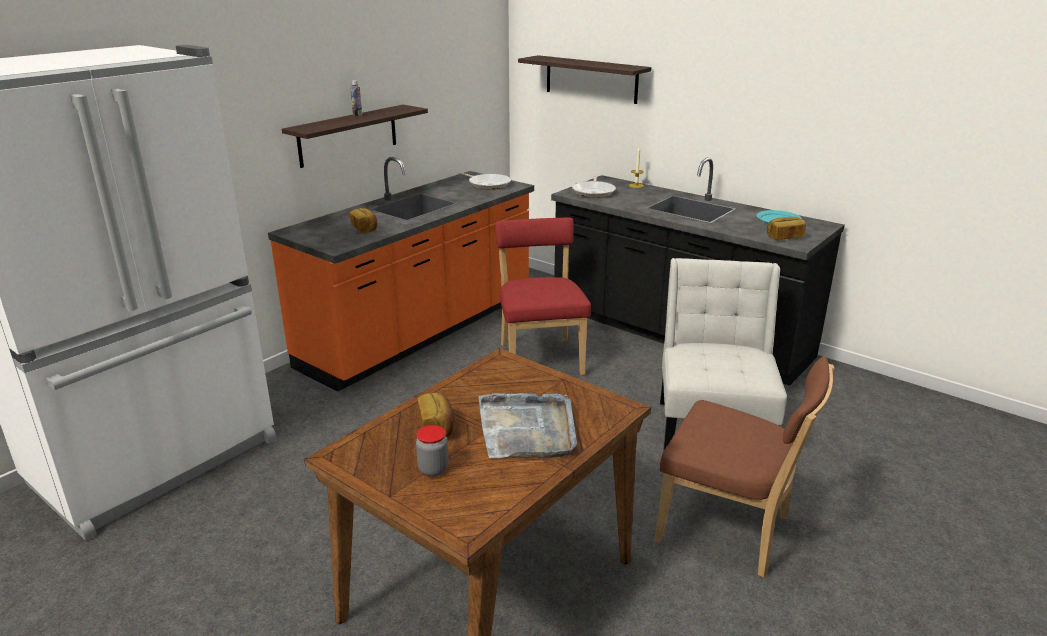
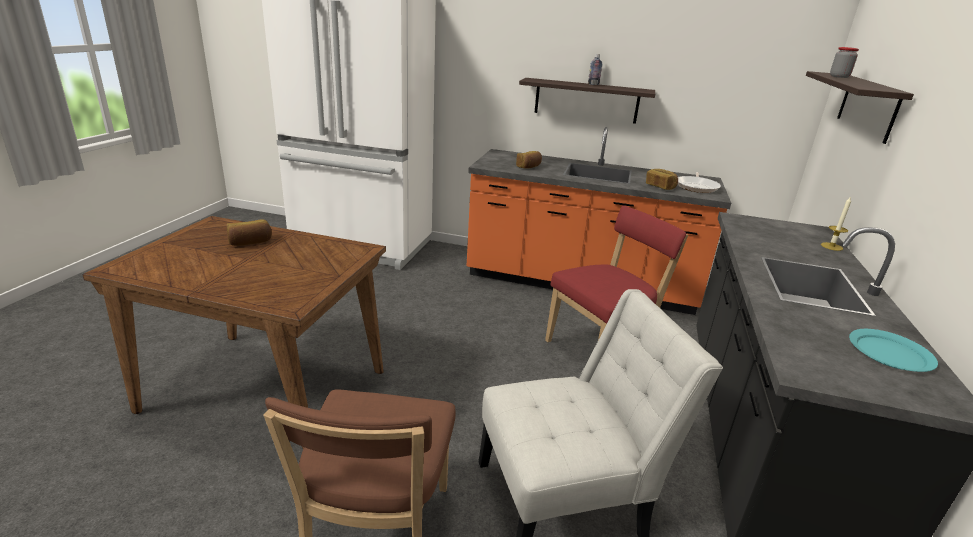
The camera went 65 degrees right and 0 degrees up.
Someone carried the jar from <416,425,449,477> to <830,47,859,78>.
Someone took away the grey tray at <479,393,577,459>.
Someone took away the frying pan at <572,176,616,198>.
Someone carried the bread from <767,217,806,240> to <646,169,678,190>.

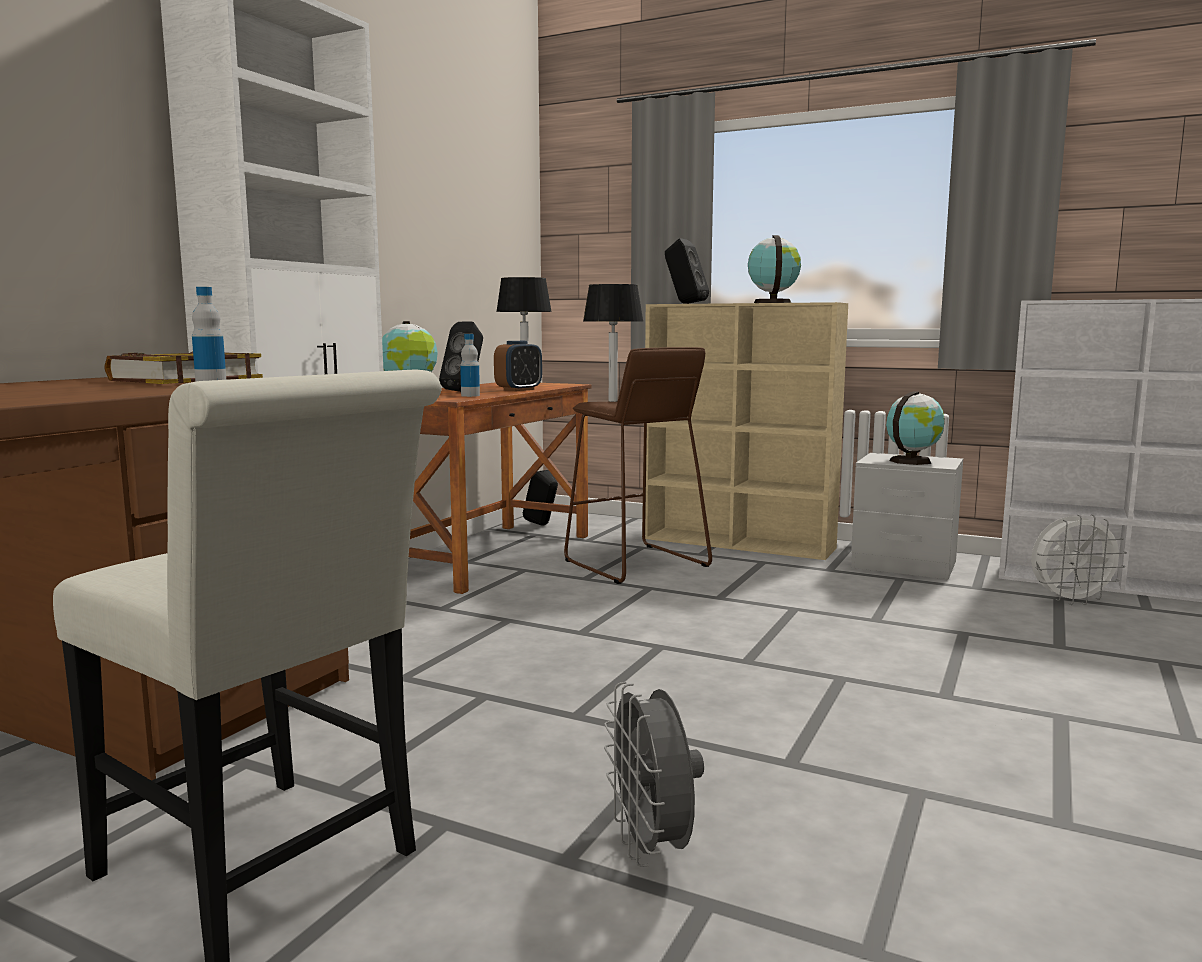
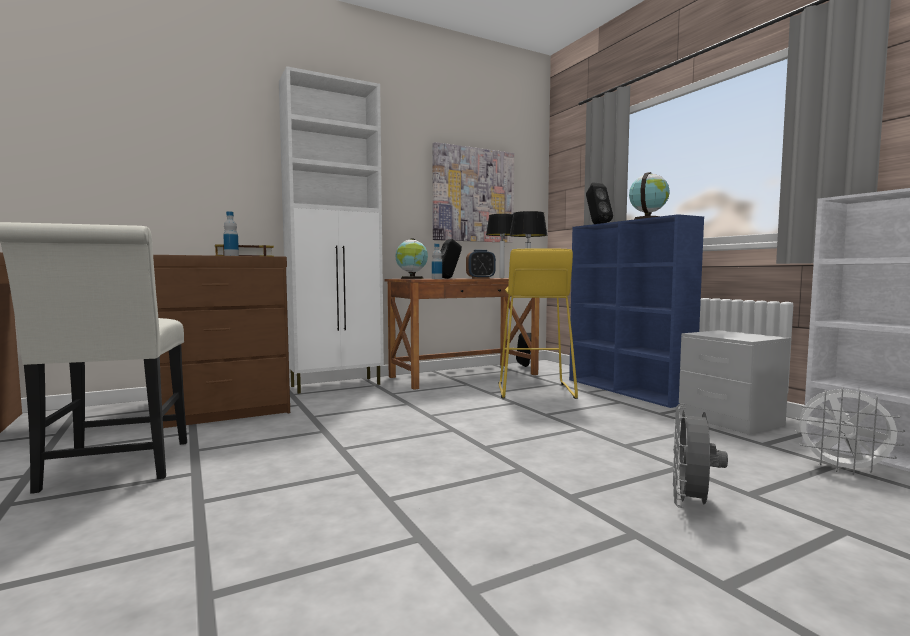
The camera went 35 degrees right and 5 degrees down.
Someone repainted the brown stool at <564,347,712,584>, which became the yellow stool at <498,248,578,399>.
Someone carried the grey fan from <604,682,704,867> to <673,403,728,508>.
Someone repainted the beige bookcase at <645,302,848,560>, which became the blue bookcase at <569,214,704,408>.
Someone took away the globe at <886,391,945,465>.
Someone put up the picture at <432,142,514,243>.

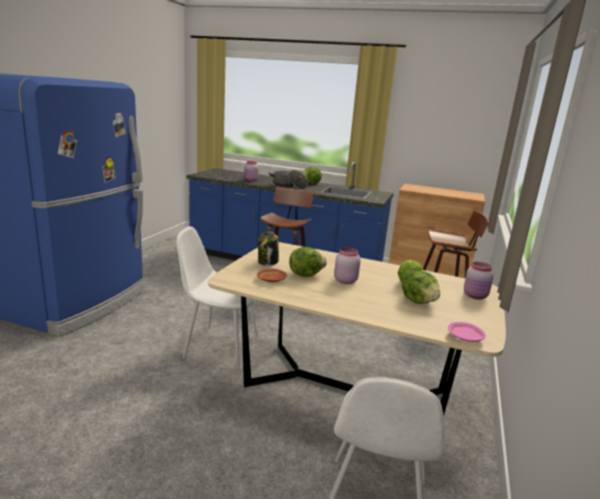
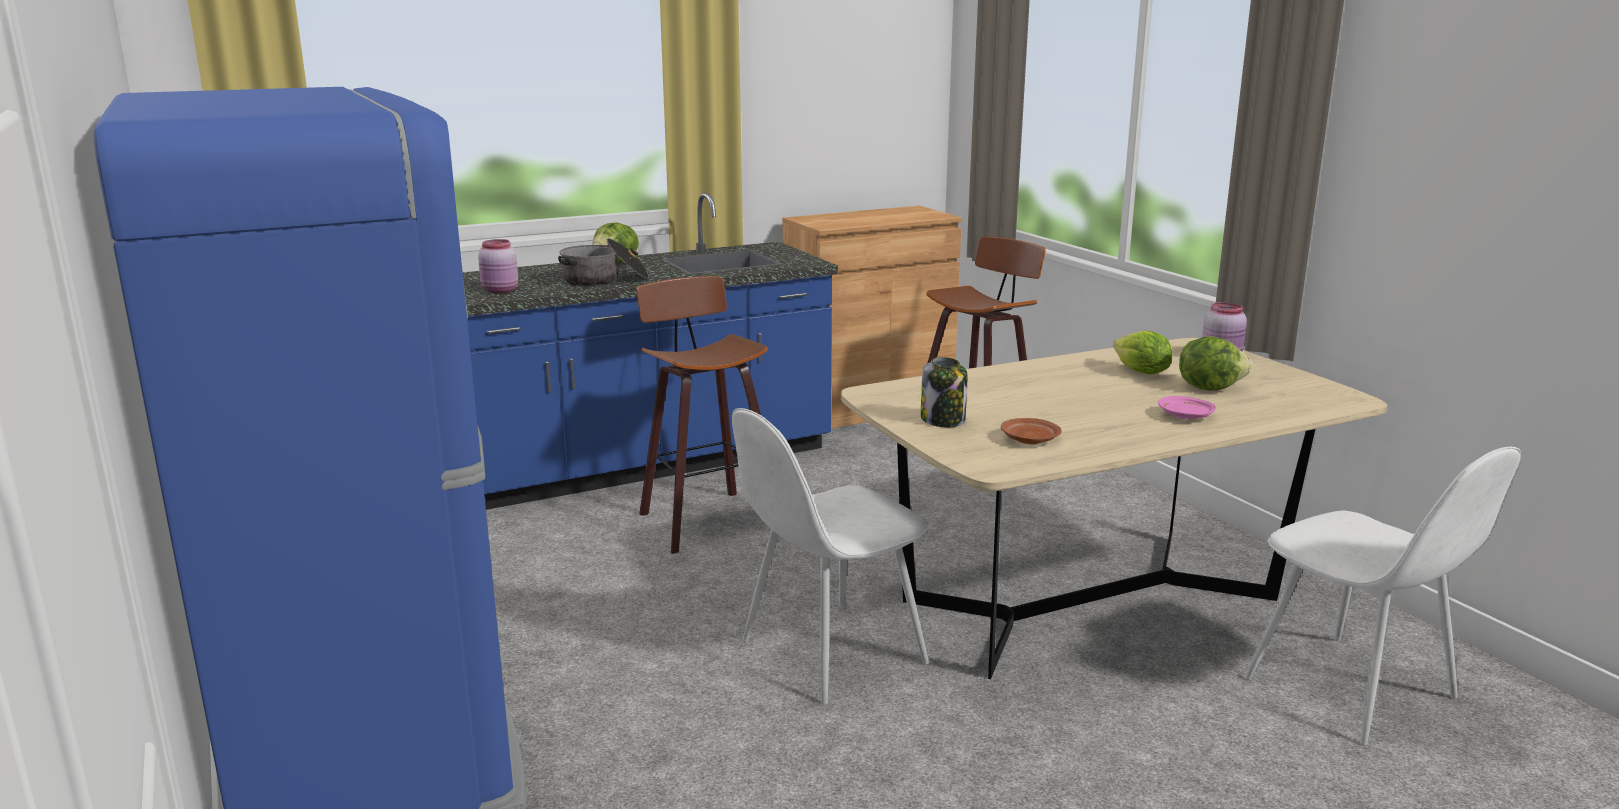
The camera went 45 degrees left and 0 degrees up.
Someone took away the lettuce at <289,247,327,277>.
Someone took away the pink jar at <334,247,361,284>.
Someone carried the pink plate from <448,322,486,342> to <1158,396,1216,419>.

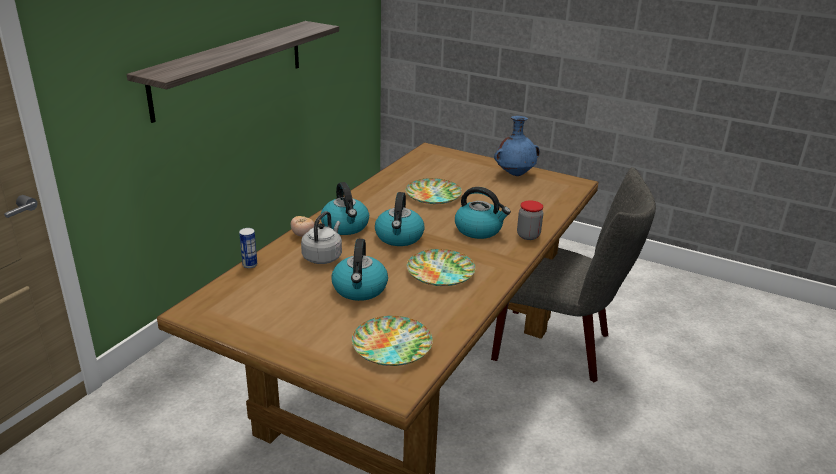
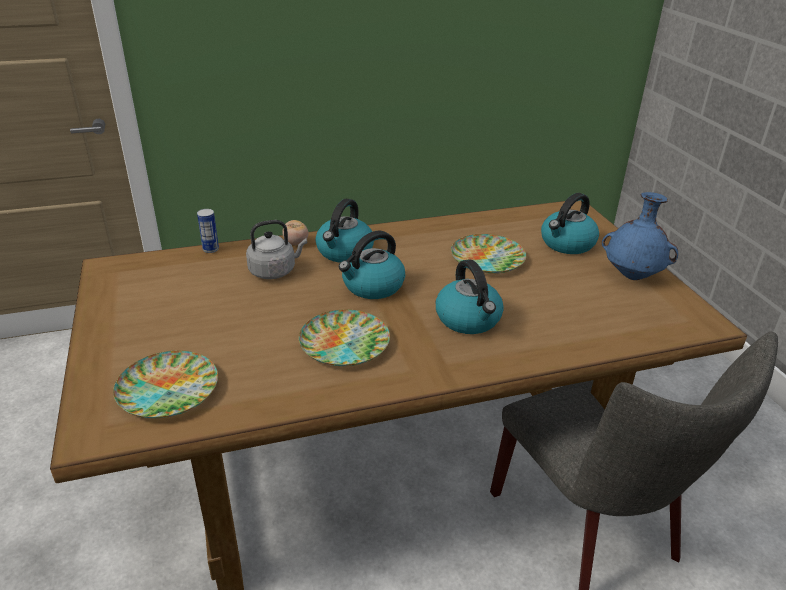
The camera went 45 degrees right and 5 degrees up.
Someone took away the shelf at <126,21,339,123>.
Someone carried the kettle from <332,239,388,301> to <541,193,599,254>.
Someone took away the jar at <517,200,543,240>.

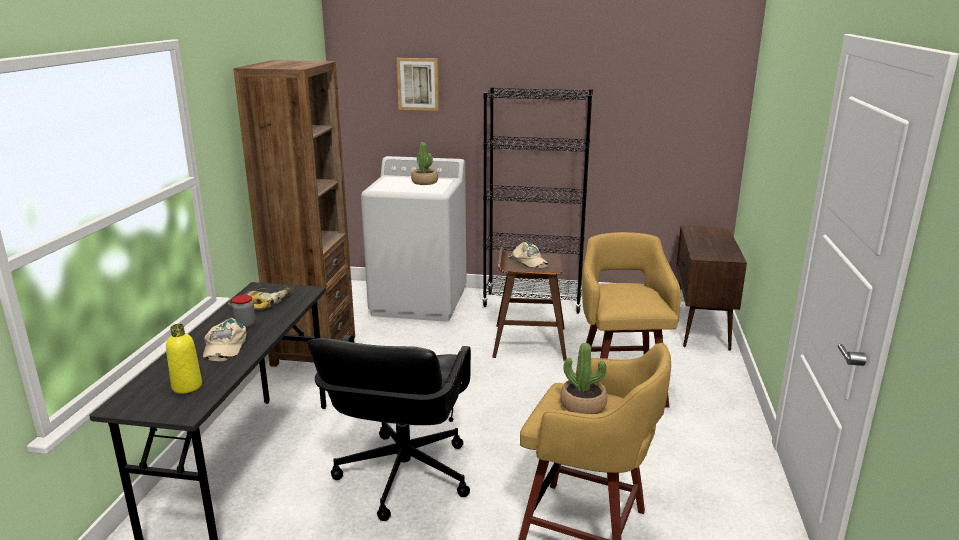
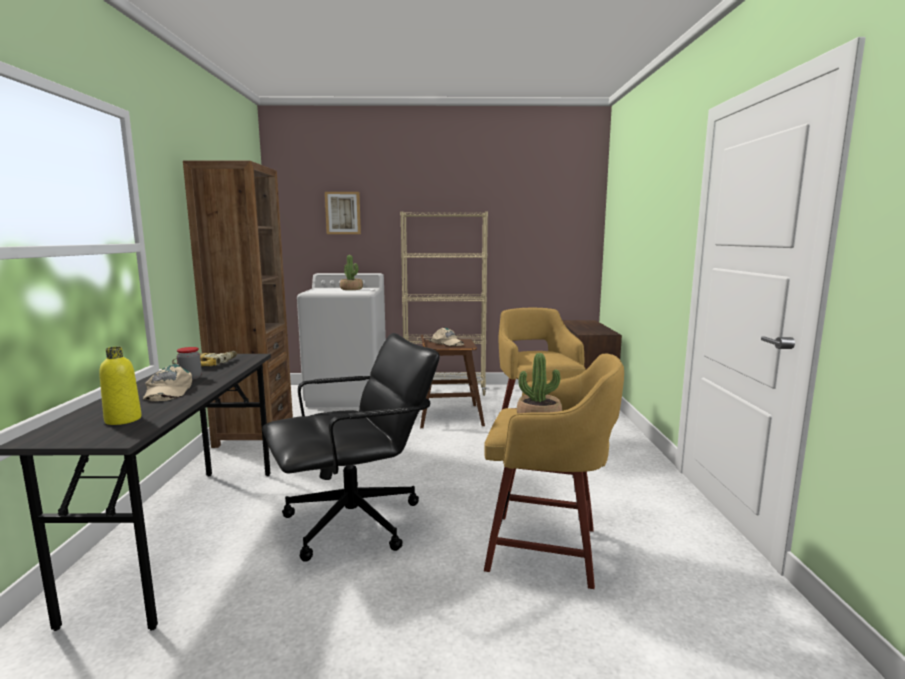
The camera went 10 degrees left and 10 degrees down.
Someone rotated the black office chair at <307,335,471,521> by 120 degrees counterclockwise.
Someone repainted the black bookcase at <482,87,593,314>, which became the beige bookcase at <400,211,488,396>.

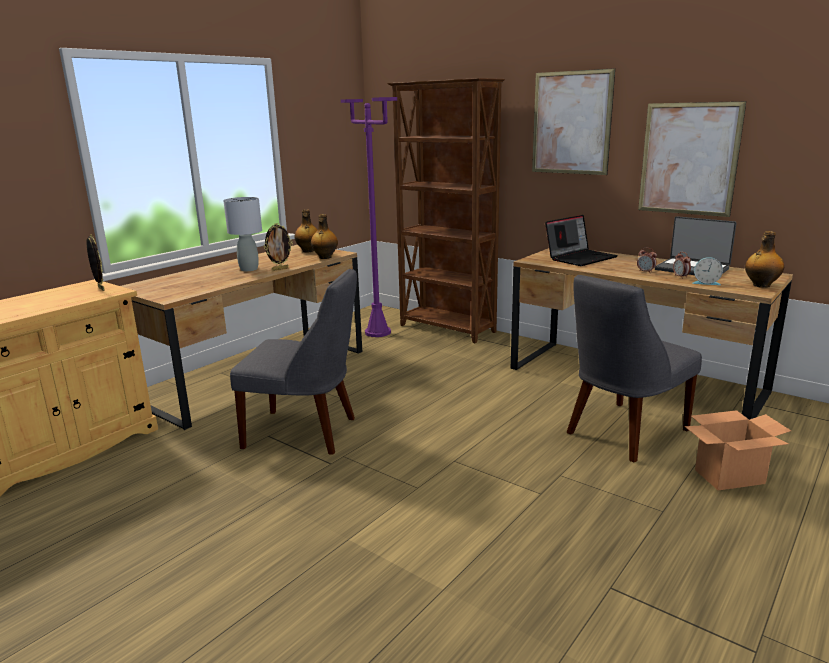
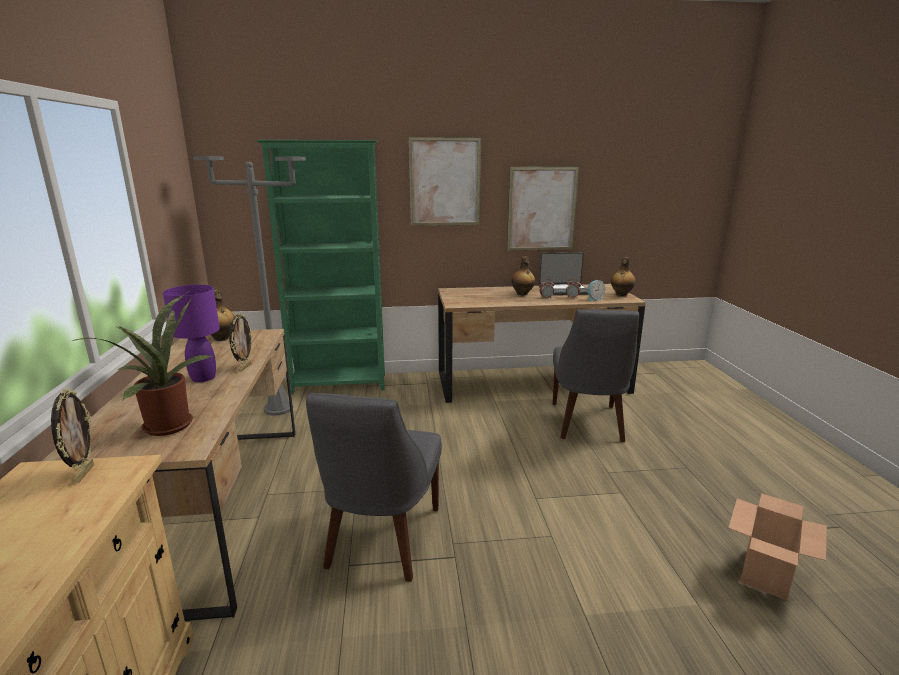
The camera went 45 degrees left and 0 degrees up.
Someone rotated the picture frame at <87,234,105,291> by 75 degrees clockwise.
Someone repainted the grey table lamp at <223,197,262,271>, which became the purple table lamp at <163,285,220,382>.
Someone rotated the grey chair at <230,269,357,455> by 135 degrees clockwise.
Someone carried the bottle from <311,214,338,259> to <511,256,535,295>.
Someone repainted the purple floor lamp at <341,97,397,337>, which became the grey floor lamp at <193,156,306,416>.
Someone repainted the brown bookcase at <388,78,505,343>, which became the green bookcase at <256,140,385,395>.
Someone took away the laptop at <545,215,618,266>.
Someone carried the cardboard box from <685,410,791,491> to <729,493,827,601>.
Someone put down the potted plant at <72,295,212,436>.

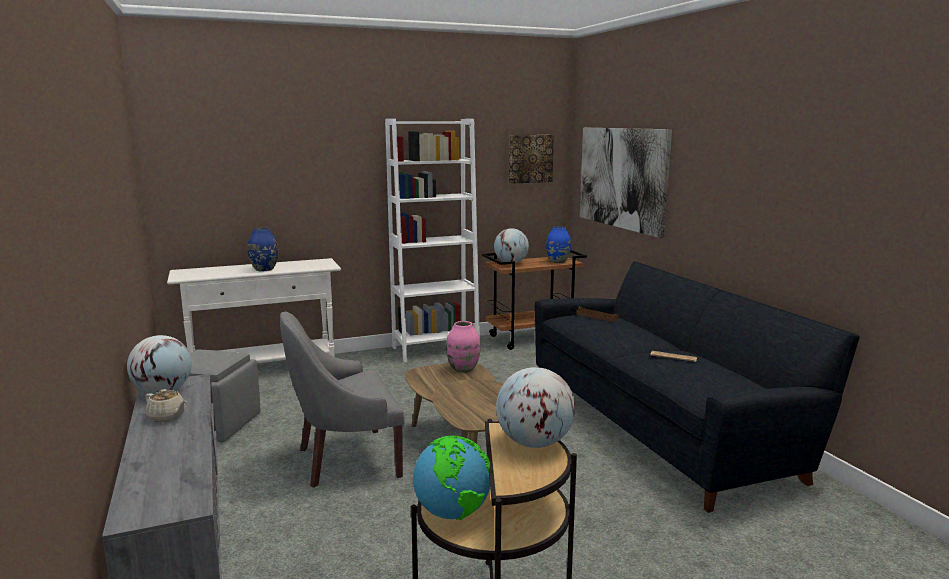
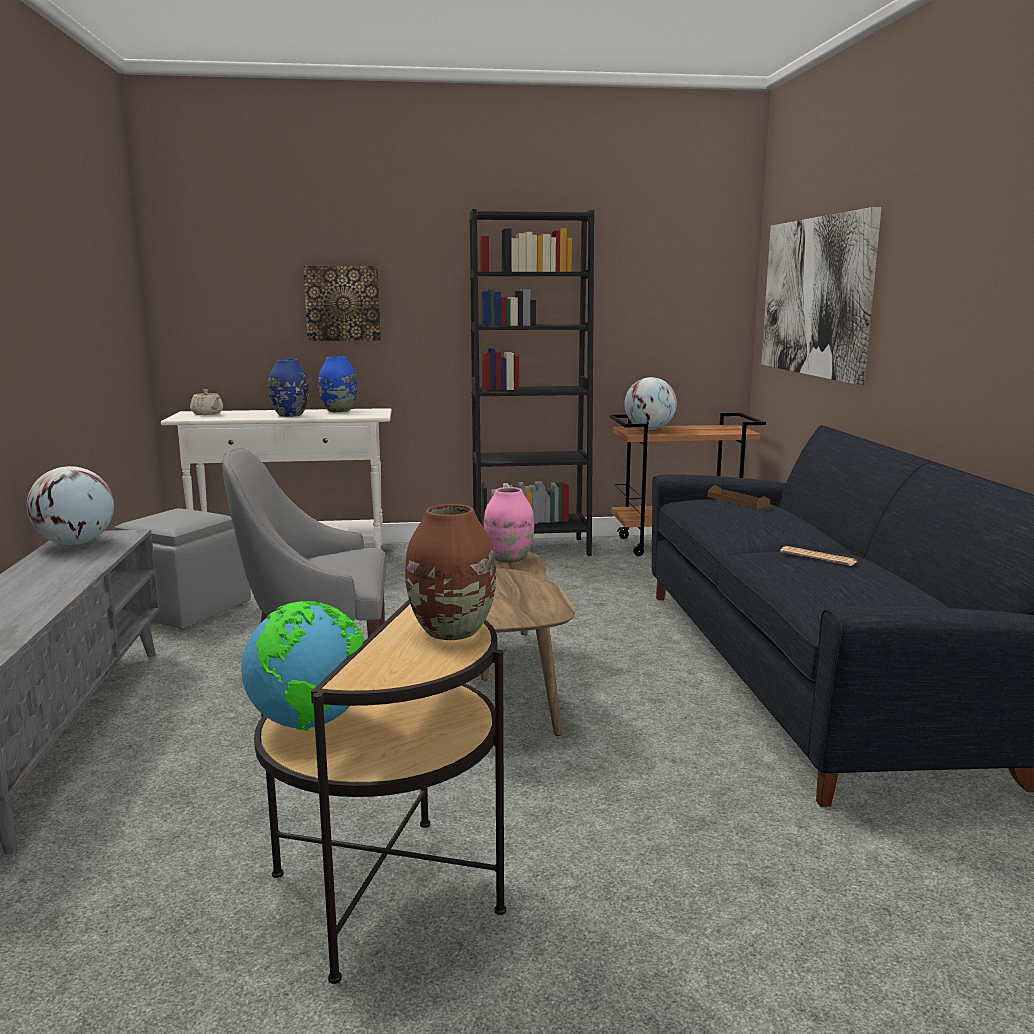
The camera went 15 degrees right and 0 degrees up.
Someone carried the beige teapot from <145,389,187,422> to <190,389,223,415>.
Someone repainted the white bookcase at <385,119,480,362>, which became the black bookcase at <469,209,594,556>.
Someone swapped the globe at <496,367,575,448> for the brown vase at <405,504,496,640>.
Someone carried the picture from <509,135,554,184> to <303,266,381,341>.
Someone carried the blue vase from <546,227,571,263> to <318,356,357,412>.

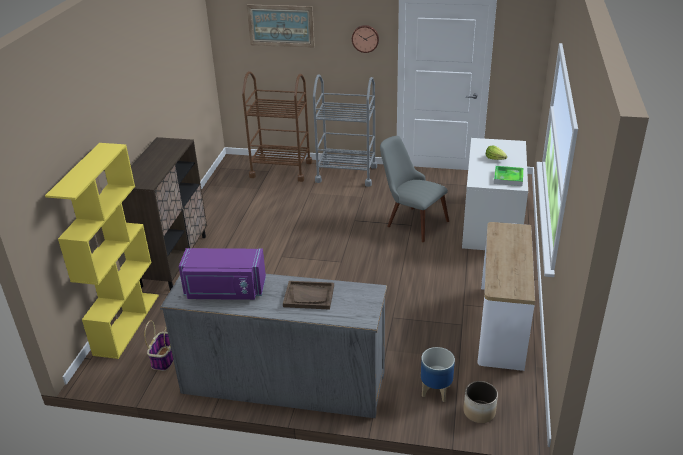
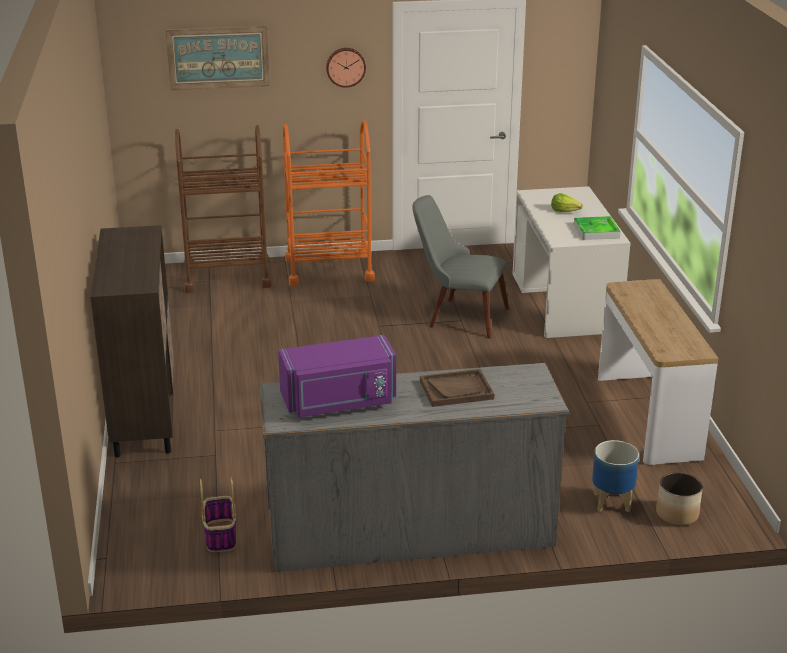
The camera went 20 degrees left and 5 degrees down.
Someone took away the yellow bookcase at <45,143,159,359>.
Someone repainted the grey cart at <313,74,377,187>, which became the orange cart at <283,120,375,286>.

